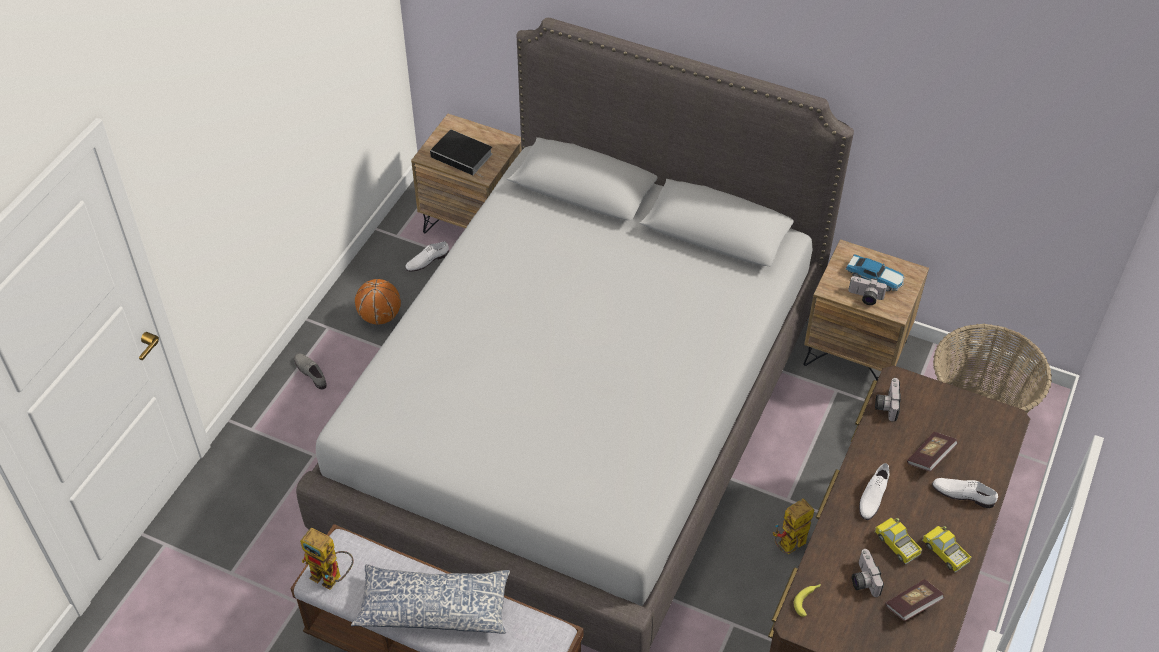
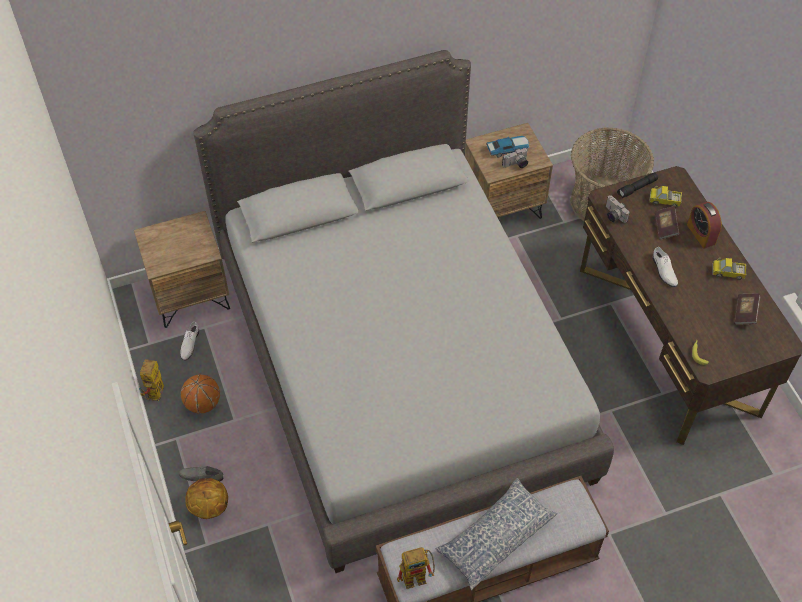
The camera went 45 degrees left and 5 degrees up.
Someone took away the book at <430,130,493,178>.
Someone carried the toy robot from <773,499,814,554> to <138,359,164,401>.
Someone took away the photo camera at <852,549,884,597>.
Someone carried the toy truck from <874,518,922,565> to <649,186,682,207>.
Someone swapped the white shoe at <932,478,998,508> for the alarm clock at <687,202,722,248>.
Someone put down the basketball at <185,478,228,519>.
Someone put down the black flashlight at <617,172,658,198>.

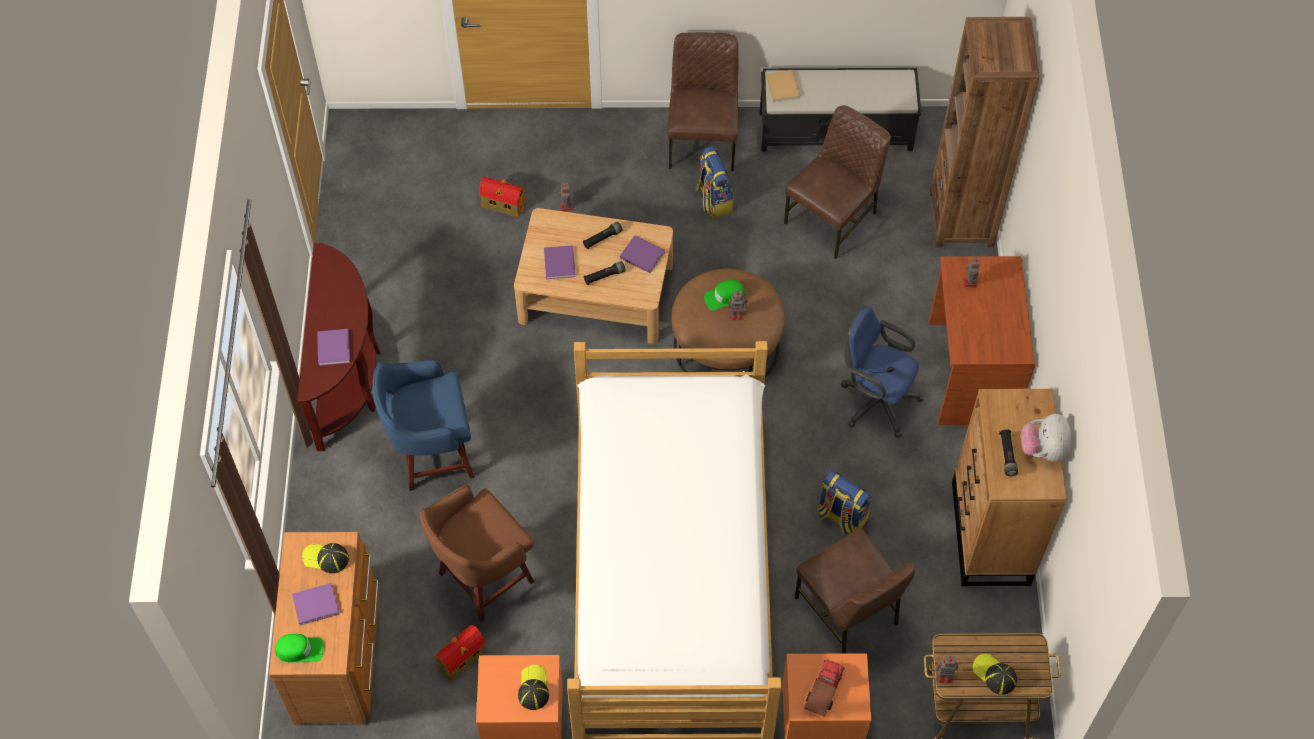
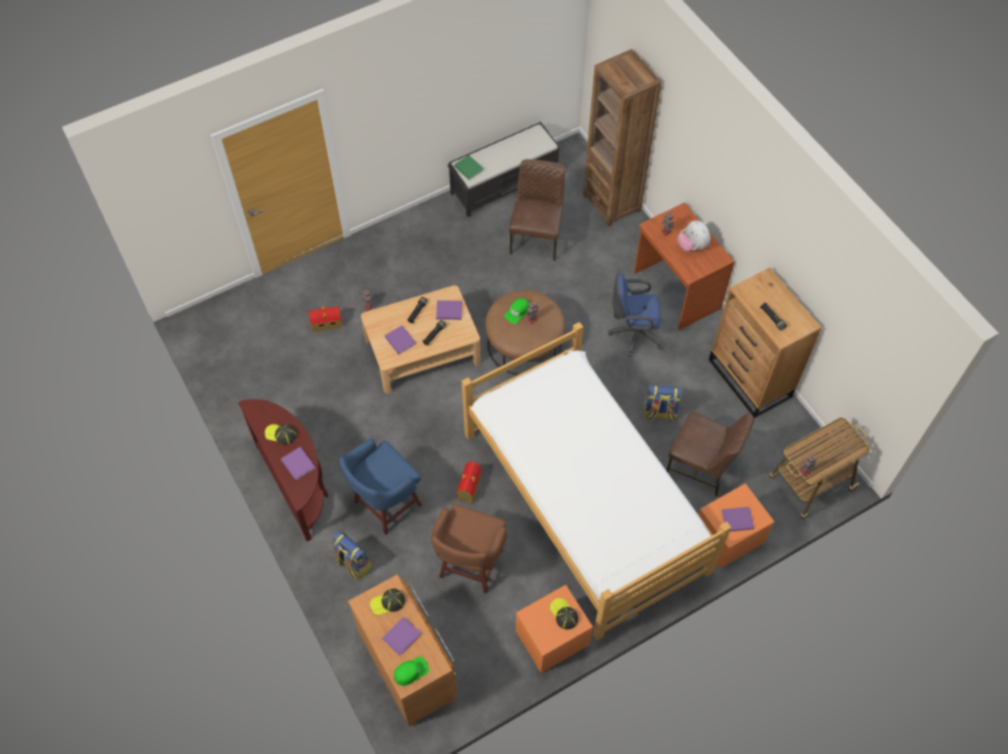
The camera went 30 degrees left and 0 degrees up.
Someone carried the toy house from <434,625,486,681> to <456,461,482,503>.
Someone took away the brown chair at <667,32,739,171>.
Someone carried the backpack from <695,146,734,218> to <332,531,372,579>.
Someone repainted the beige book at <766,70,801,102>, which became the green book at <454,155,484,180>.
Someone swapped the toy truck at <804,659,845,717> for the purple book at <722,507,754,532>.
Someone carried the cap from <972,654,1017,695> to <265,424,297,445>.
Someone carried the plush toy from <1021,414,1071,462> to <677,220,711,252>.

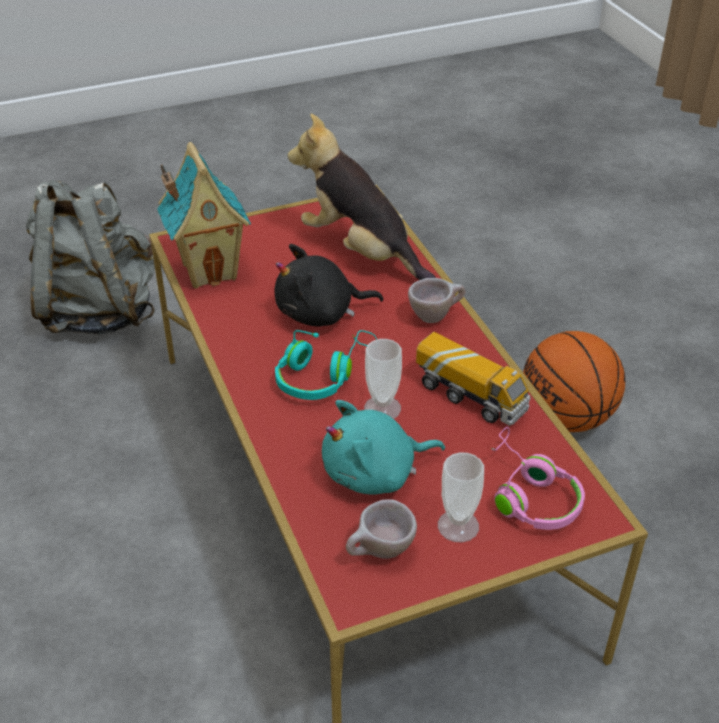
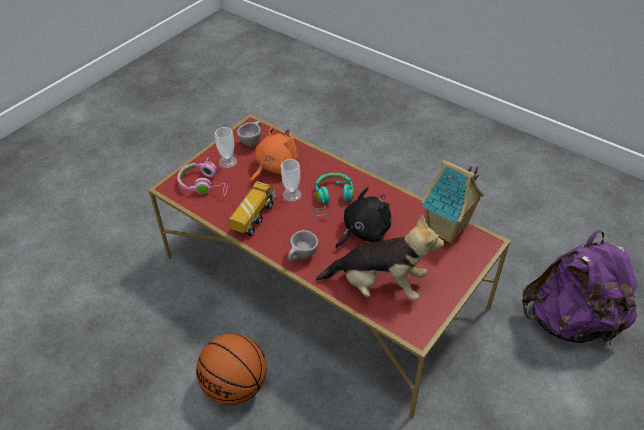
The camera went 150 degrees right and 5 degrees up.
Someone repainted the grey backpack at <26,180,155,334>, which became the purple backpack at <522,230,638,347>.
Someone repainted the turquoise plush toy at <322,400,445,495>, which became the orange plush toy at <250,126,298,184>.
Someone rotated the toy truck at <416,332,531,426> by 105 degrees clockwise.

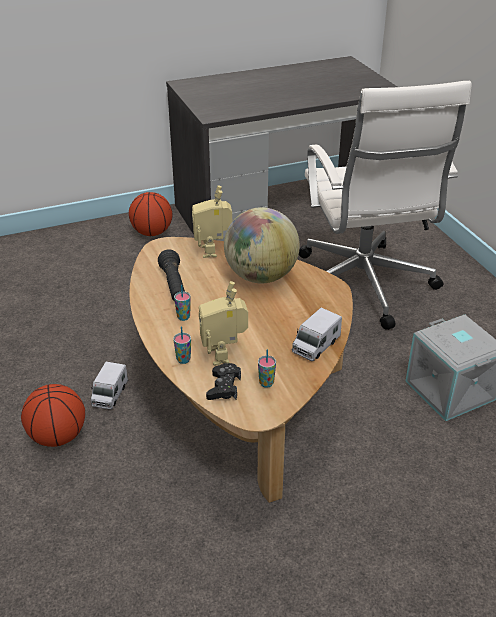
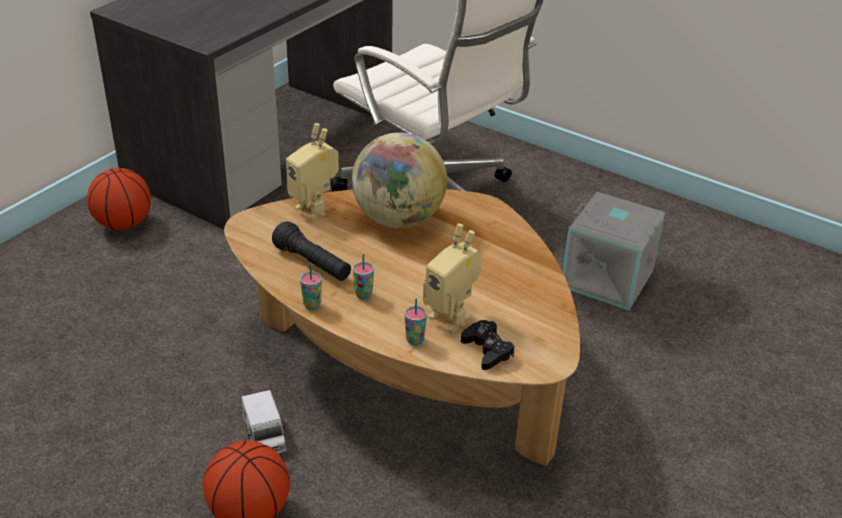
The camera went 35 degrees left and 0 degrees up.
Someone carried the cup from <258,349,276,388> to <300,264,322,310>.
Someone took away the toy truck at <292,308,342,361>.

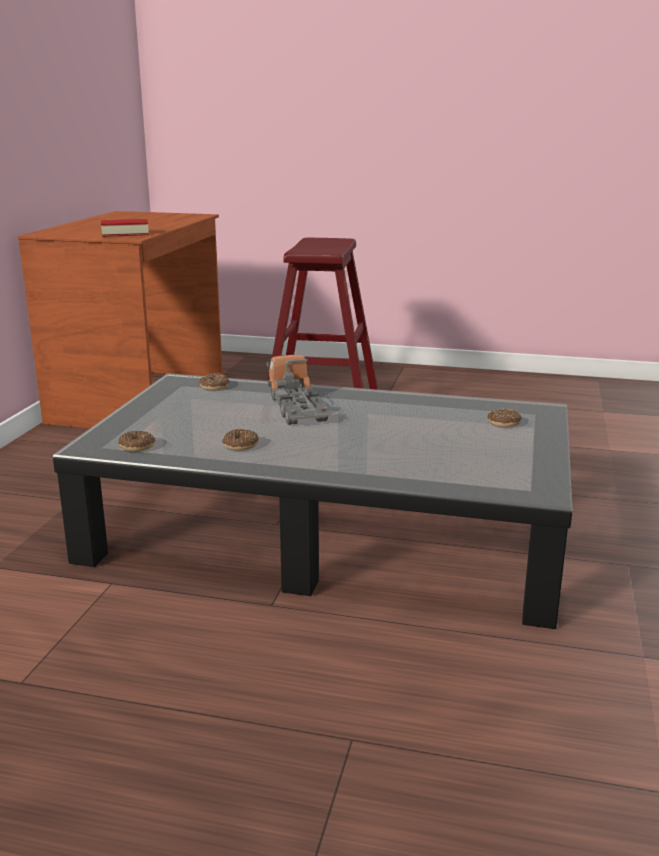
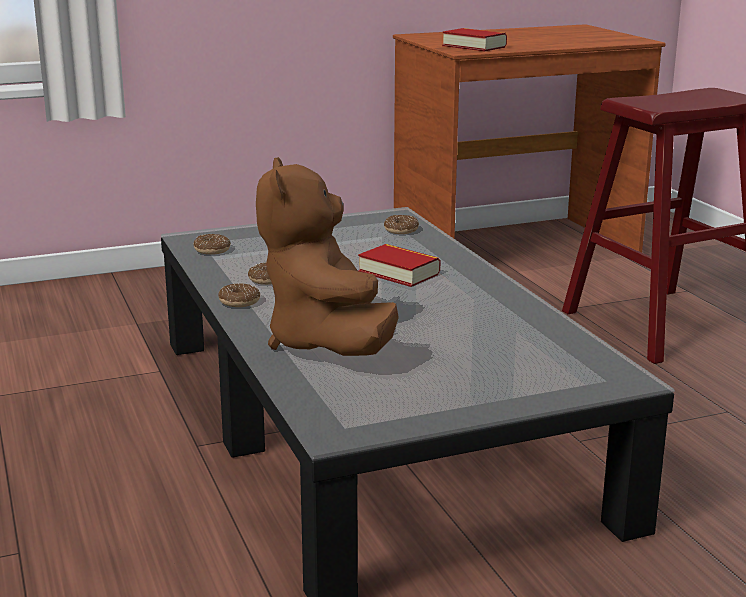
The camera went 55 degrees right and 0 degrees up.
Someone swapped the toy truck at <267,355,329,425> for the book at <358,244,441,287>.
Someone carried the donut from <487,409,522,427> to <218,283,260,307>.
Someone put down the brown plush toy at <256,157,399,356>.

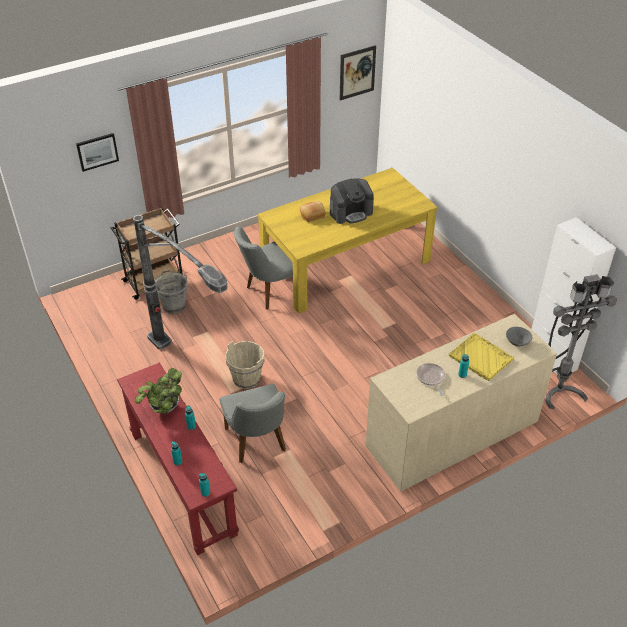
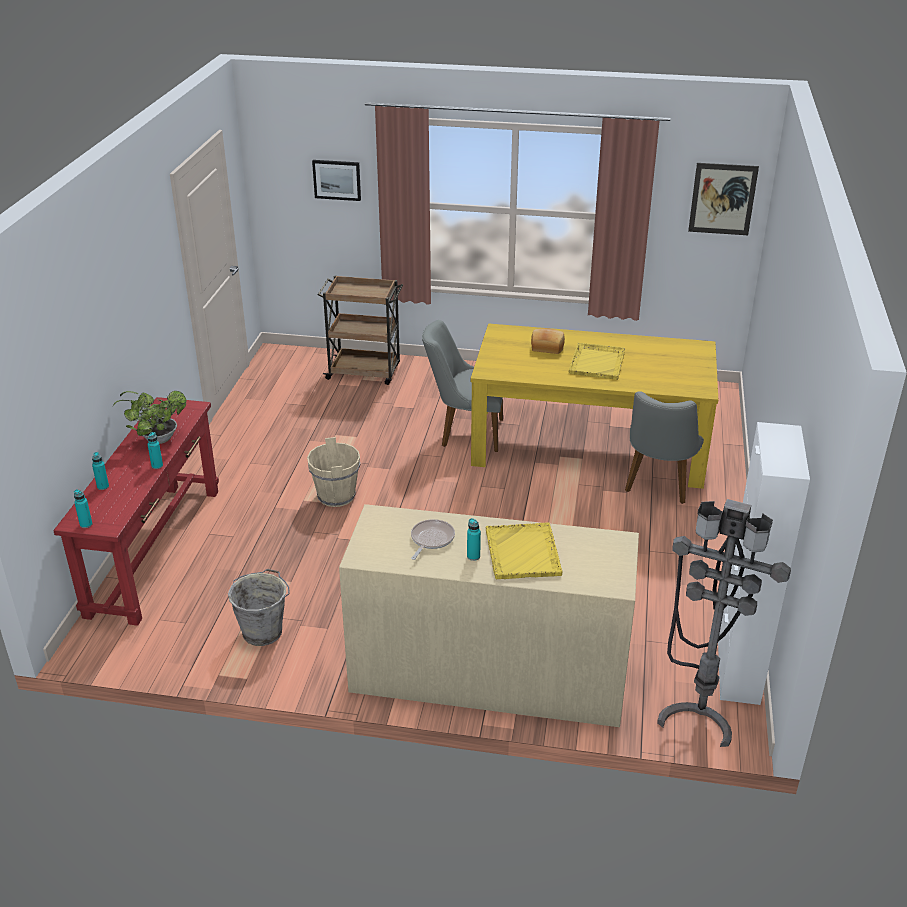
The camera went 40 degrees right and 10 degrees down.
Someone took away the floor lamp at <133,215,227,350>.
Someone carried the grey bucket from <155,270,188,314> to <228,569,290,646>.
Someone carried the grey chair from <219,383,286,463> to <625,391,704,504>.
Someone swapped the coffee machine at <330,179,374,224> for the yellow tray at <569,343,625,380>.
Someone took away the grey bowl at <506,327,532,346>.

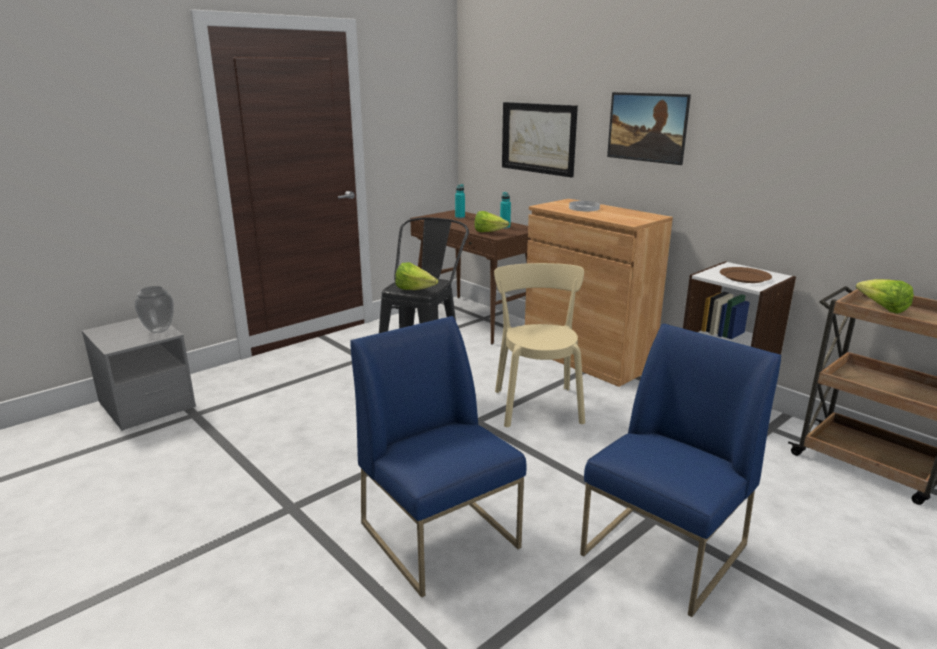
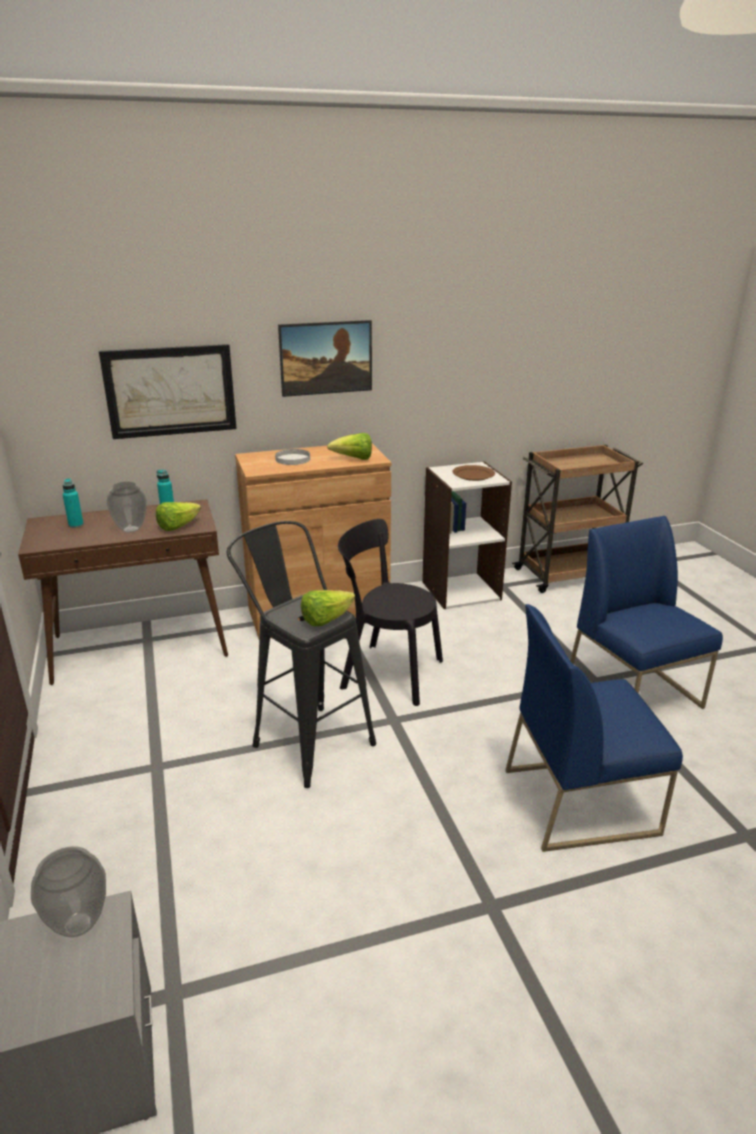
The camera went 65 degrees left and 5 degrees up.
Someone repainted the beige chair at <494,263,585,427>, which became the black chair at <338,519,443,706>.
Someone carried the lettuce from <856,279,914,313> to <327,433,372,460>.
Someone put down the vase at <107,482,147,533>.

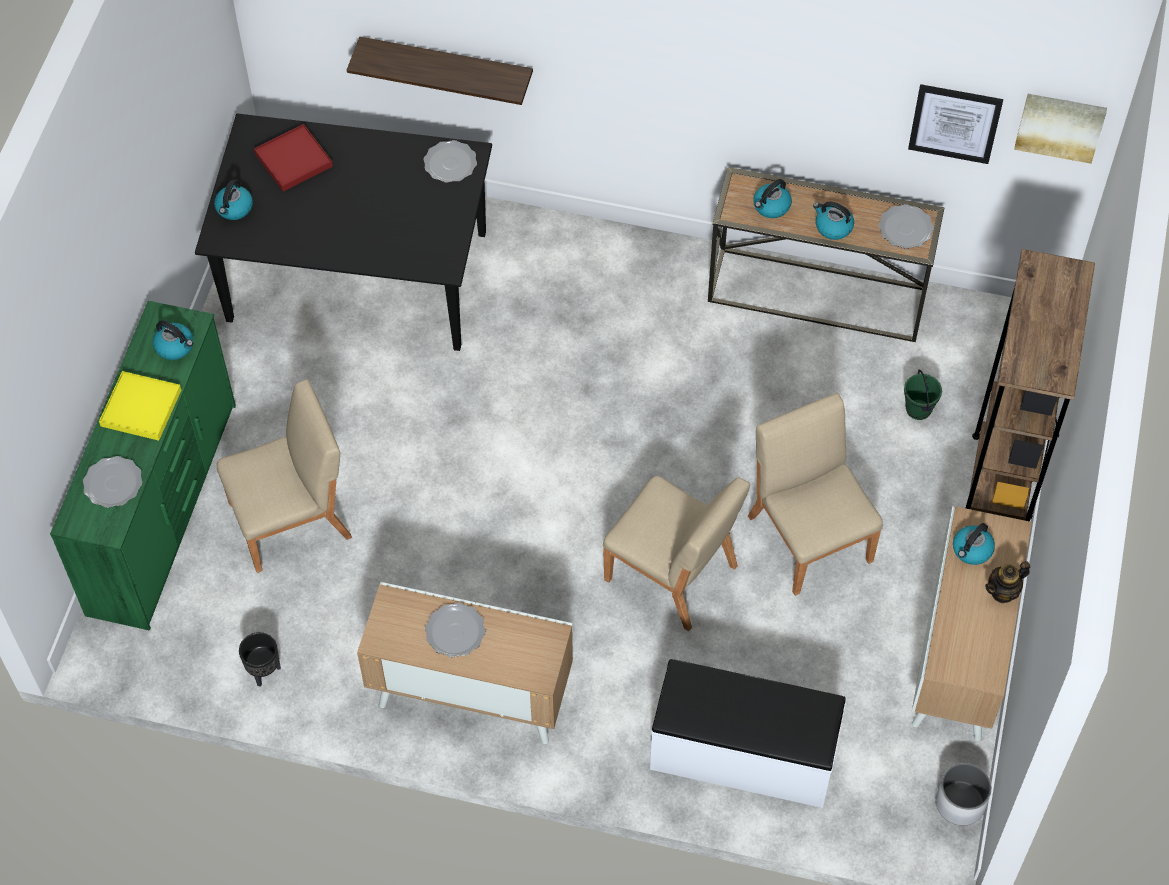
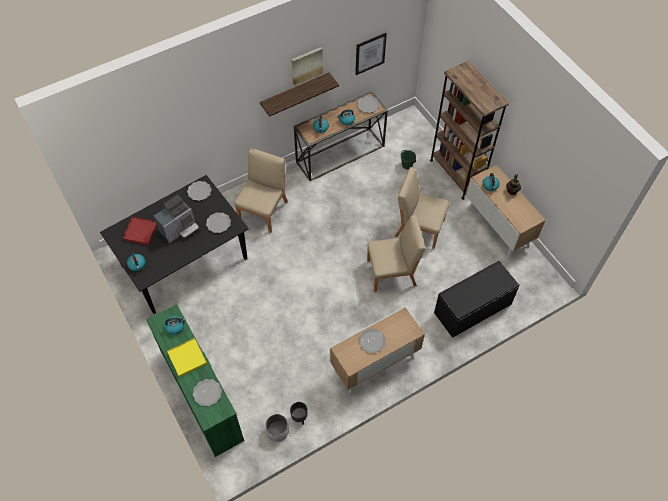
The camera went 45 degrees left and 0 degrees up.
Someone carried the beige chair from <217,379,352,573> to <235,148,288,233>.
Someone carried the shelf from <347,37,533,105> to <260,73,339,117>.
Someone repainted the white bench at <650,659,846,808>, which became the black bench at <434,261,519,338>.
Someone carried the white planter from <936,763,992,826> to <265,414,289,442>.
Someone carried the picture from <1014,94,1107,164> to <291,47,323,86>.
Someone put down the coffee machine at <154,195,200,243>.
Someone put down the plate at <206,212,231,233>.

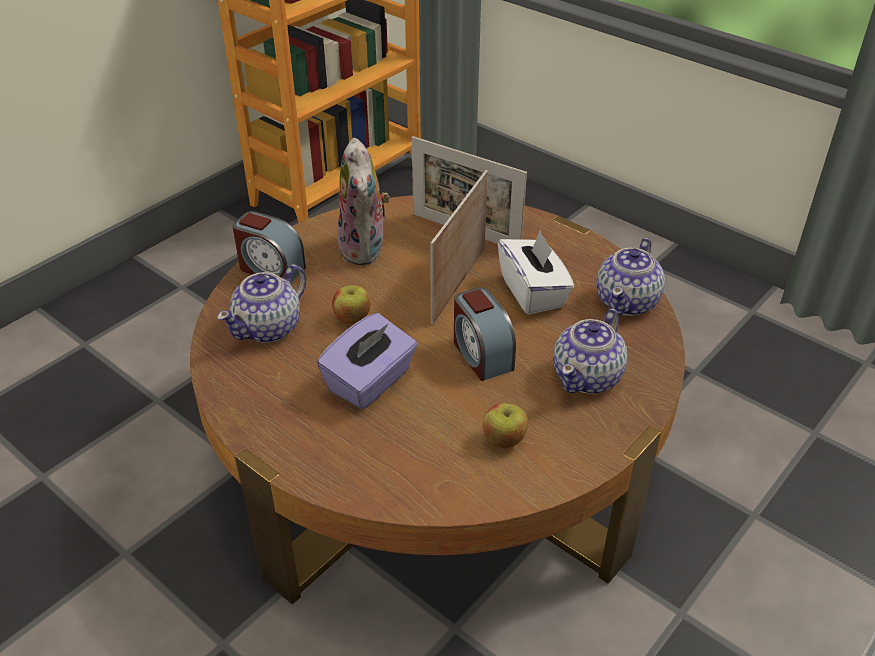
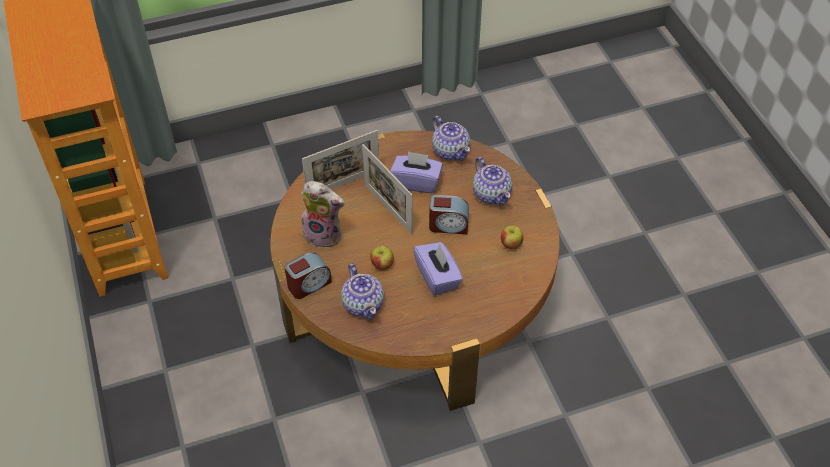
The camera went 60 degrees left and 10 degrees up.
Someone repainted the white tissue box at <498,230,574,315>, which became the purple tissue box at <390,151,443,193>.

